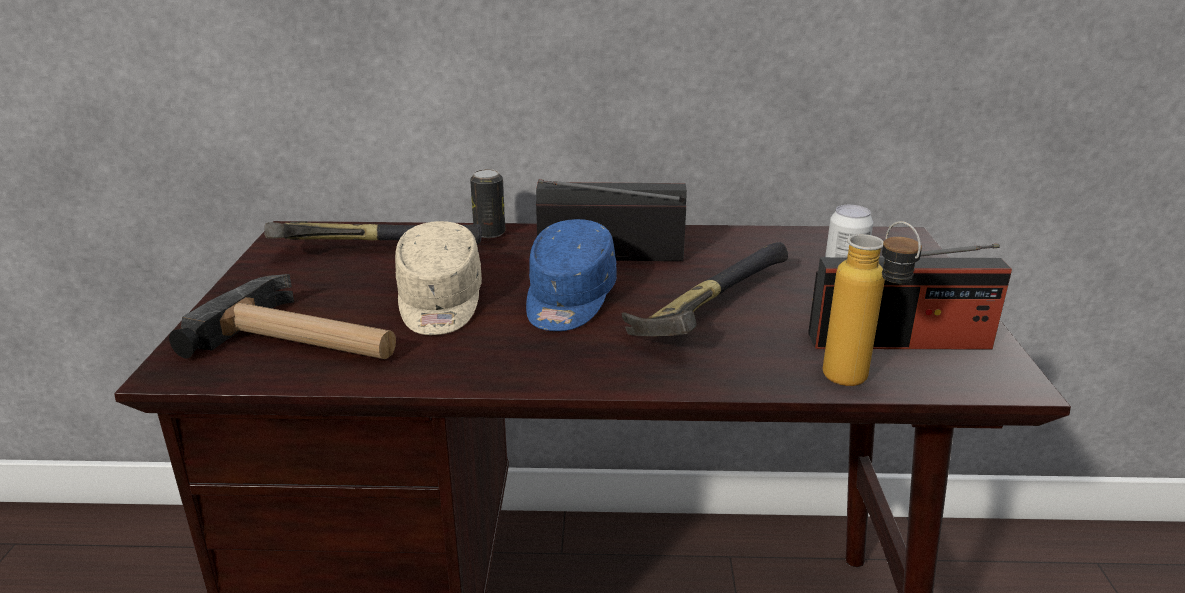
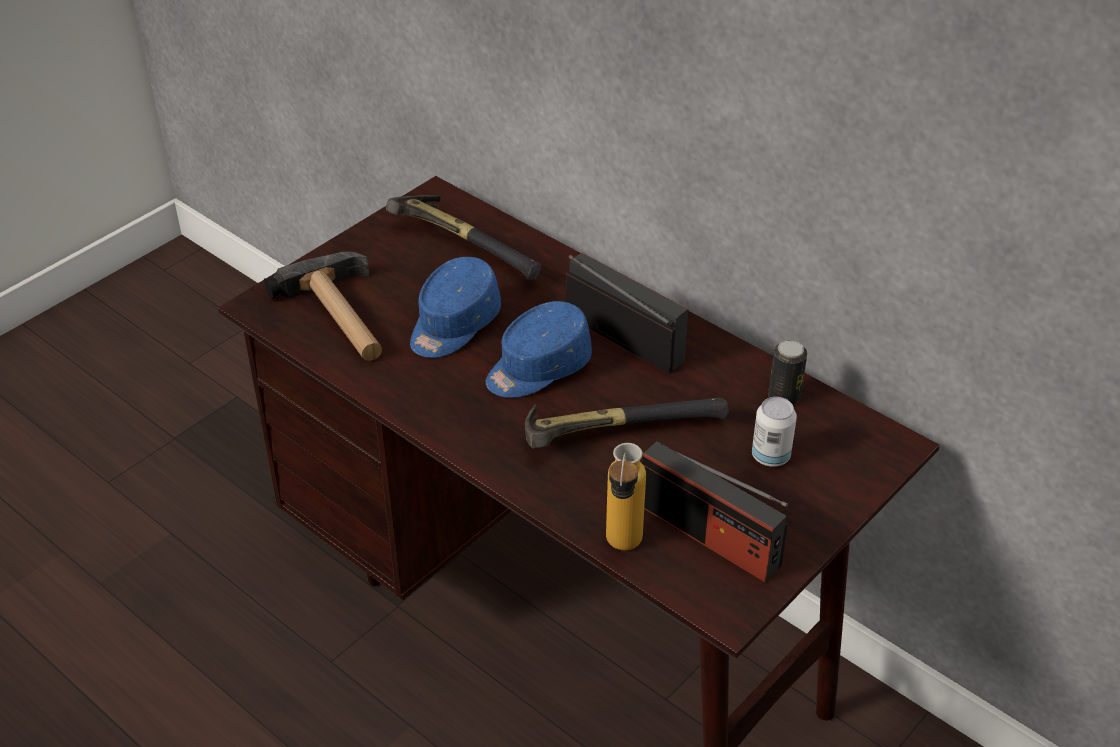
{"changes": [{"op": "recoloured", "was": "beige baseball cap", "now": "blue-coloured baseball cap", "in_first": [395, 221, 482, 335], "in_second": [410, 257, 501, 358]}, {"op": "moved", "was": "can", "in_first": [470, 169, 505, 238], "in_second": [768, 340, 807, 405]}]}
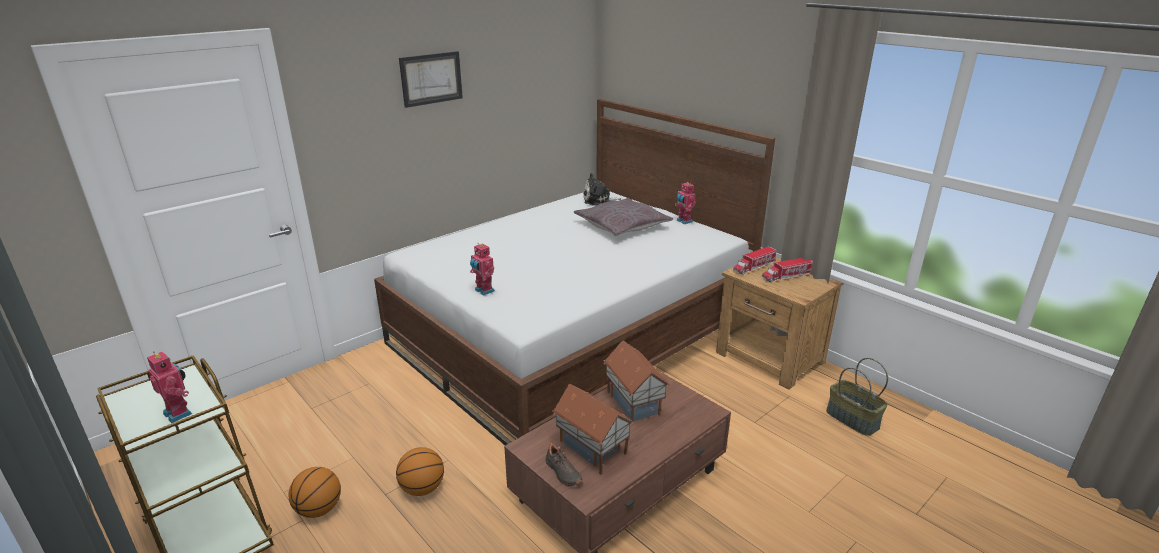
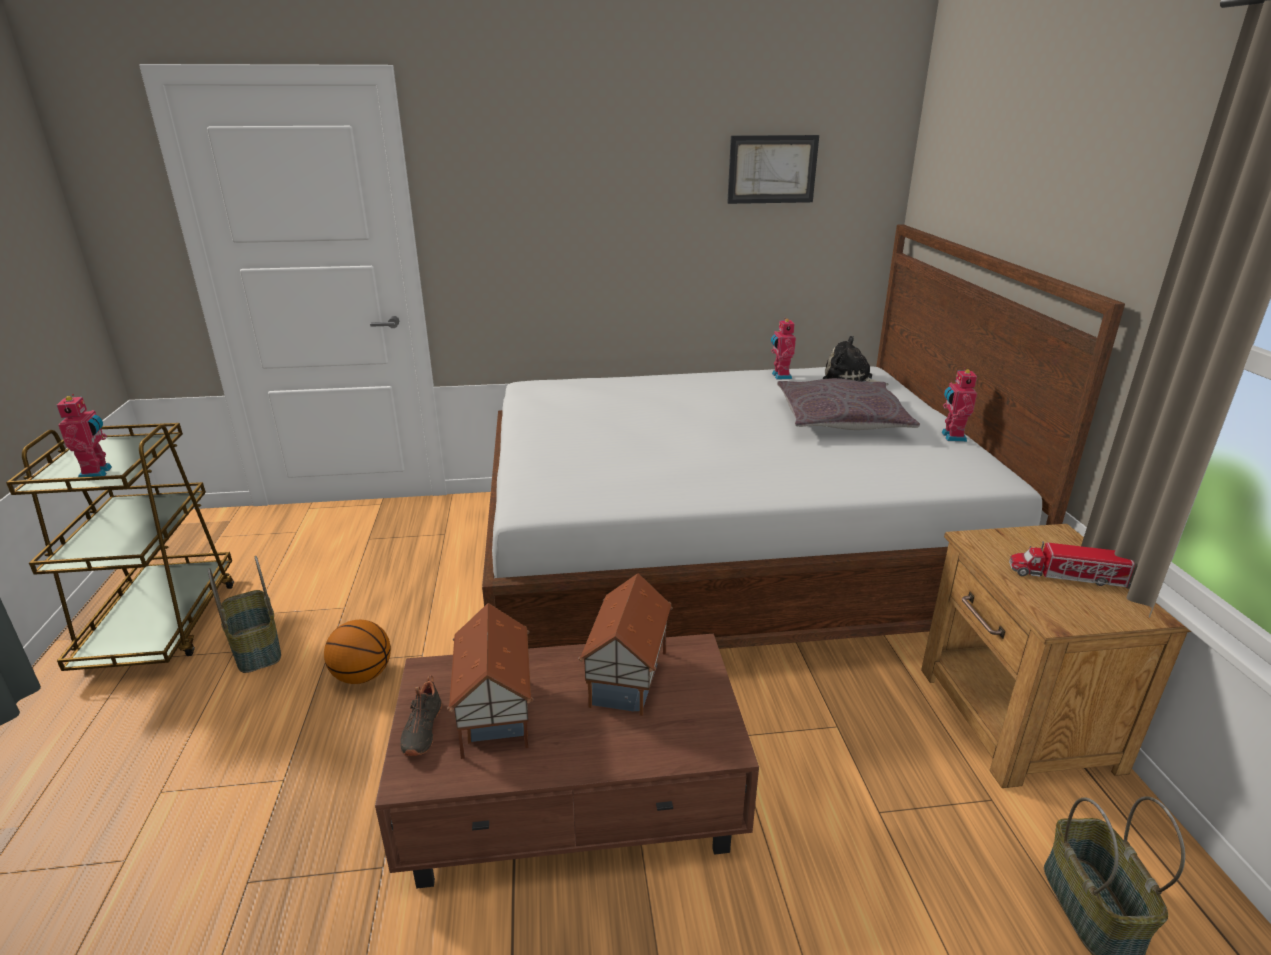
{"changes": [{"op": "replaced", "was": "ball for basketball", "now": "storage basket", "in_first": [289, 467, 341, 518], "in_second": [208, 556, 281, 673]}, {"op": "moved", "was": "wall picture", "in_first": [399, 51, 463, 108], "in_second": [727, 135, 819, 204]}, {"op": "moved", "was": "robot figure", "in_first": [470, 243, 495, 296], "in_second": [771, 319, 796, 380]}, {"op": "removed", "was": "toy truck", "in_first": [733, 246, 777, 275]}]}
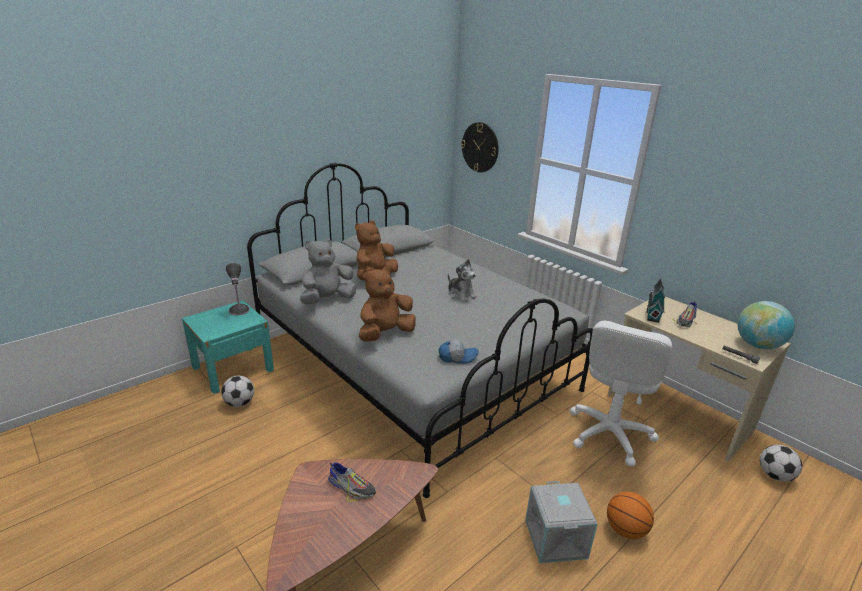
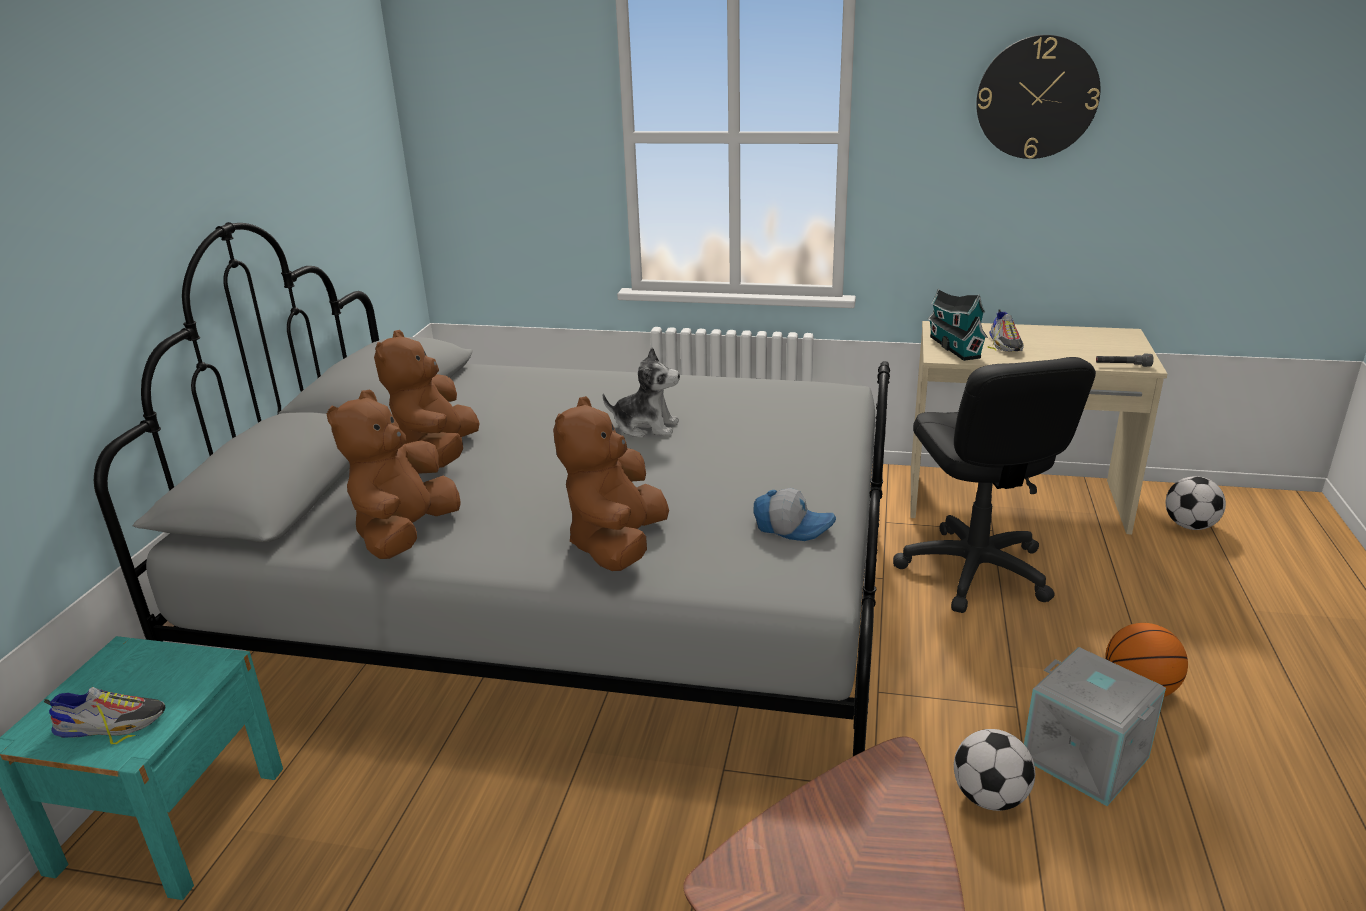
{"changes": [{"op": "moved", "was": "ball for football", "in_first": [221, 376, 254, 407], "in_second": [954, 729, 1035, 811]}, {"op": "removed", "was": "table lamp", "in_first": [226, 263, 250, 315]}, {"op": "recoloured", "was": "gray plush toy", "now": "brownish plush toy", "in_first": [300, 239, 356, 305], "in_second": [327, 390, 461, 559]}, {"op": "moved", "was": "shoe", "in_first": [328, 462, 376, 502], "in_second": [44, 687, 165, 744]}, {"op": "turned", "was": "baseball cap", "in_first": [439, 339, 479, 364], "in_second": [754, 488, 836, 541], "clockwise": 60}, {"op": "moved", "was": "clock on the wall", "in_first": [461, 122, 498, 172], "in_second": [976, 35, 1101, 159]}, {"op": "recoloured", "was": "white-coloured desk chair", "now": "black desk chair", "in_first": [569, 321, 673, 466], "in_second": [893, 357, 1096, 613]}, {"op": "removed", "was": "globe", "in_first": [737, 301, 795, 349]}]}
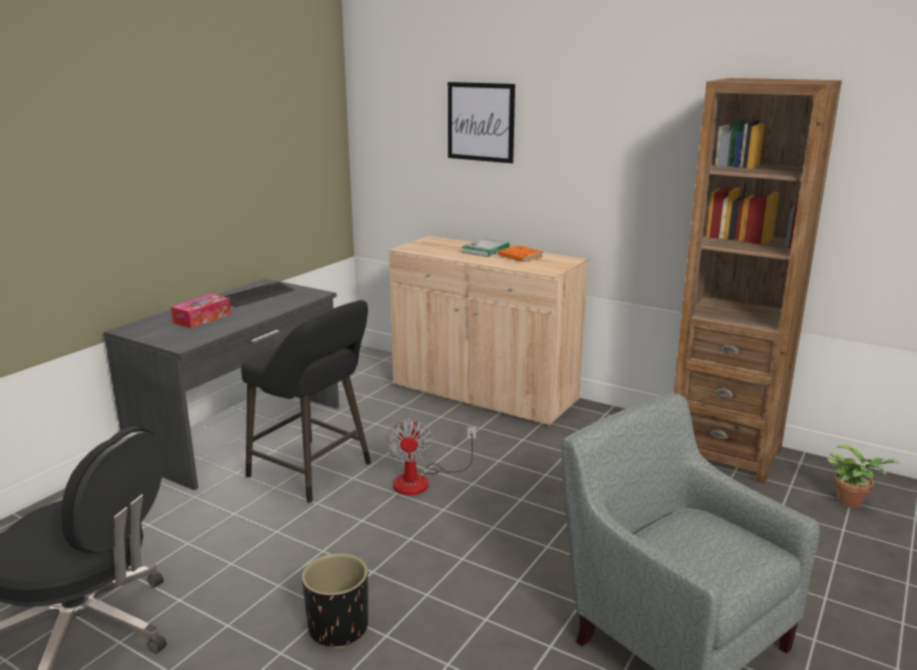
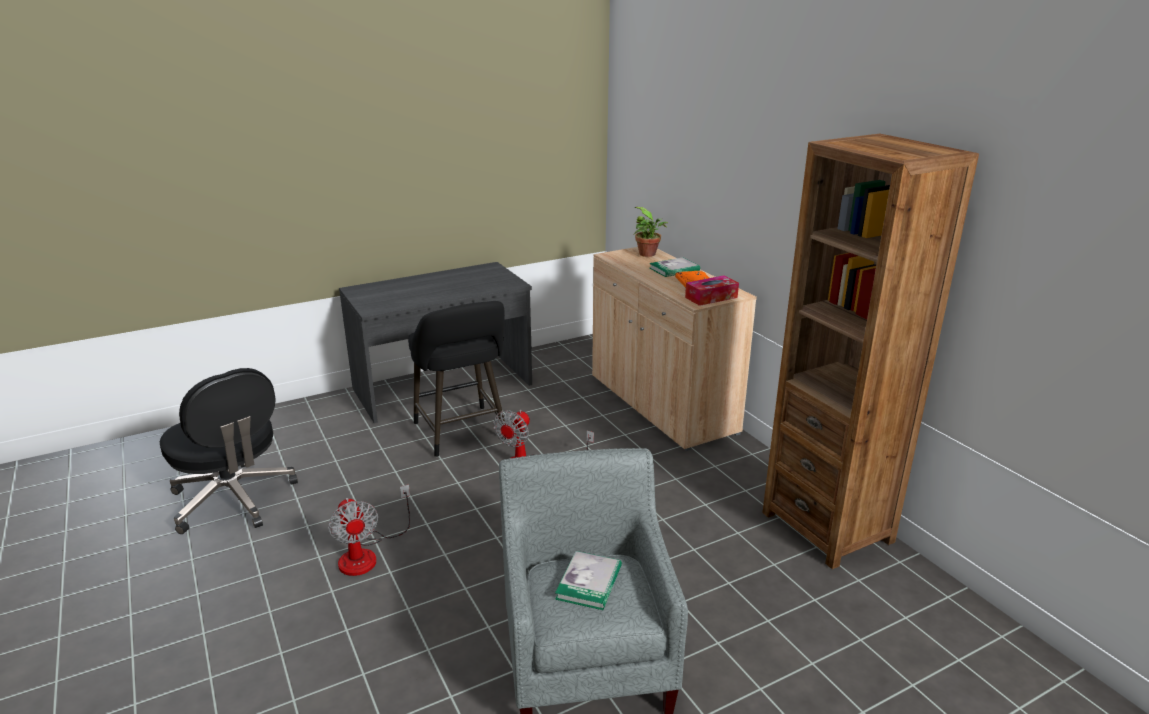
{"changes": [{"op": "moved", "was": "tissue box", "in_first": [171, 294, 231, 329], "in_second": [685, 276, 739, 306]}, {"op": "removed", "was": "computer keyboard", "in_first": [223, 282, 295, 308]}, {"op": "replaced", "was": "black planter", "now": "electric fan", "in_first": [302, 553, 368, 649], "in_second": [328, 485, 410, 576]}, {"op": "removed", "was": "wall picture", "in_first": [448, 82, 515, 163]}, {"op": "moved", "was": "houseplant", "in_first": [827, 444, 900, 508], "in_second": [634, 207, 668, 257]}, {"op": "added", "now": "bound book", "in_second": [555, 551, 622, 610]}]}
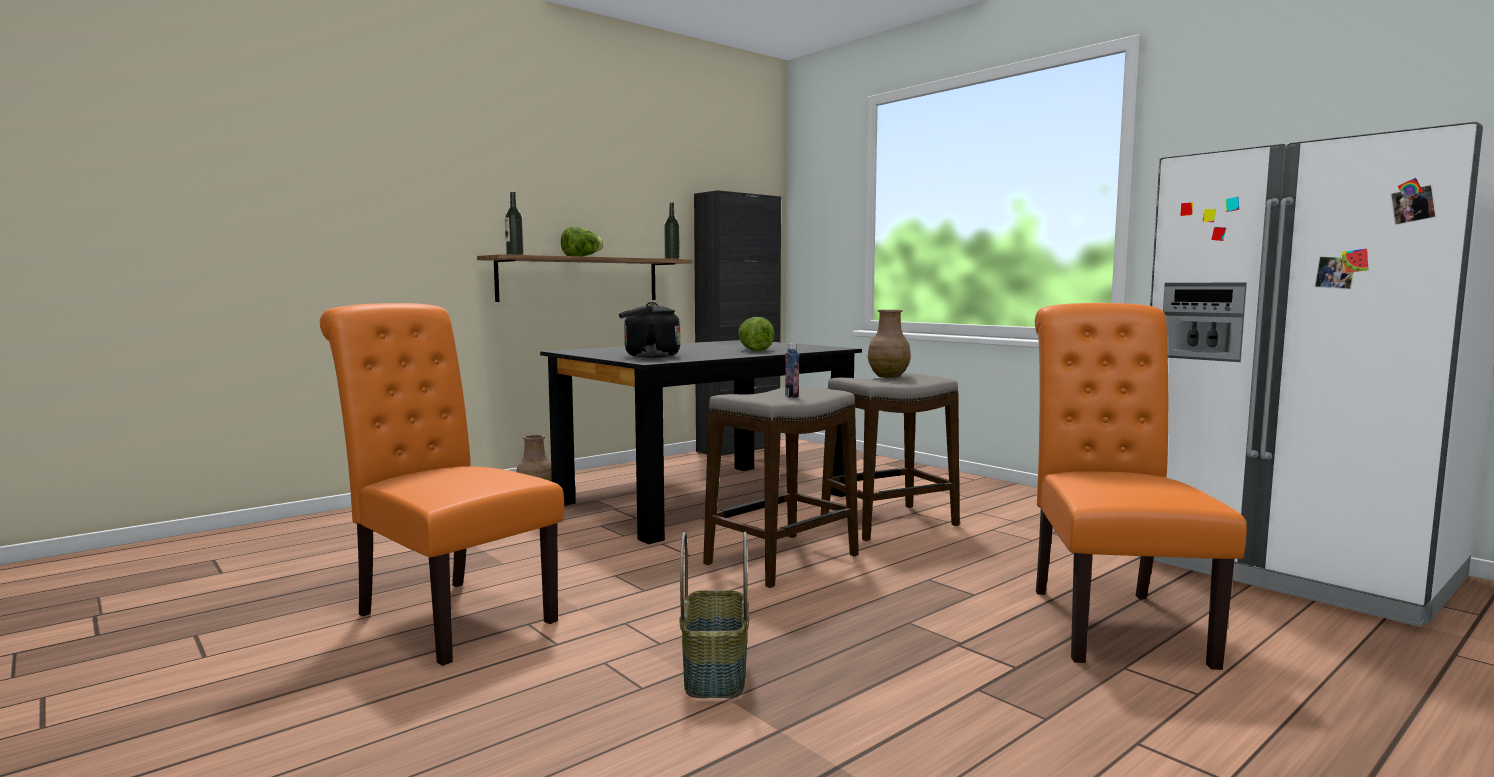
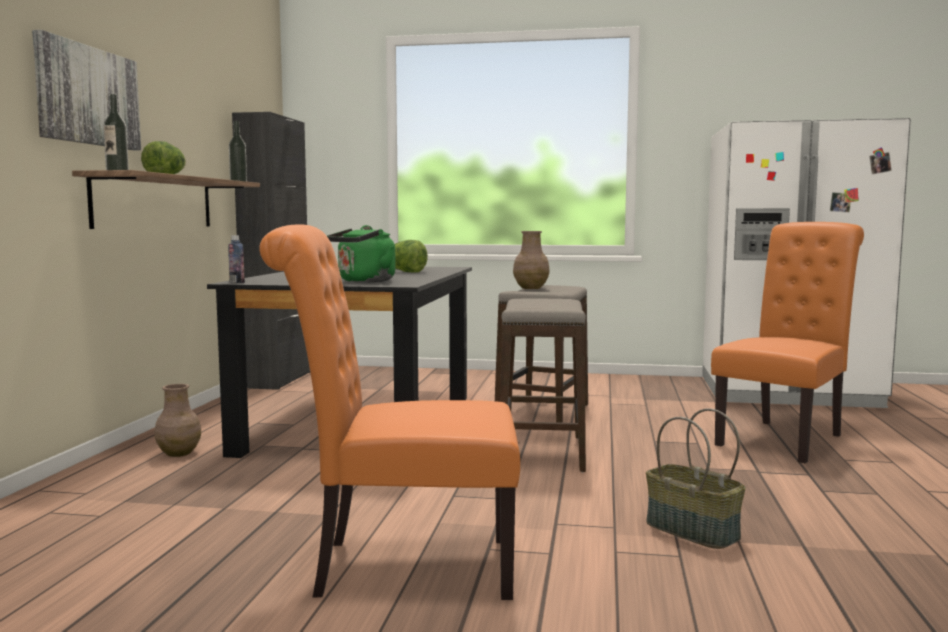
{"changes": [{"op": "recoloured", "was": "black tea kettle", "now": "green-coloured tea kettle", "in_first": [619, 302, 680, 358], "in_second": [327, 225, 396, 282]}, {"op": "moved", "was": "bottle", "in_first": [785, 343, 799, 398], "in_second": [228, 235, 245, 283]}, {"op": "turned", "was": "orangey upright chair", "in_first": [1035, 303, 1247, 670], "in_second": [711, 222, 864, 463], "clockwise": 75}, {"op": "added", "now": "wall picture", "in_second": [32, 30, 141, 150]}]}
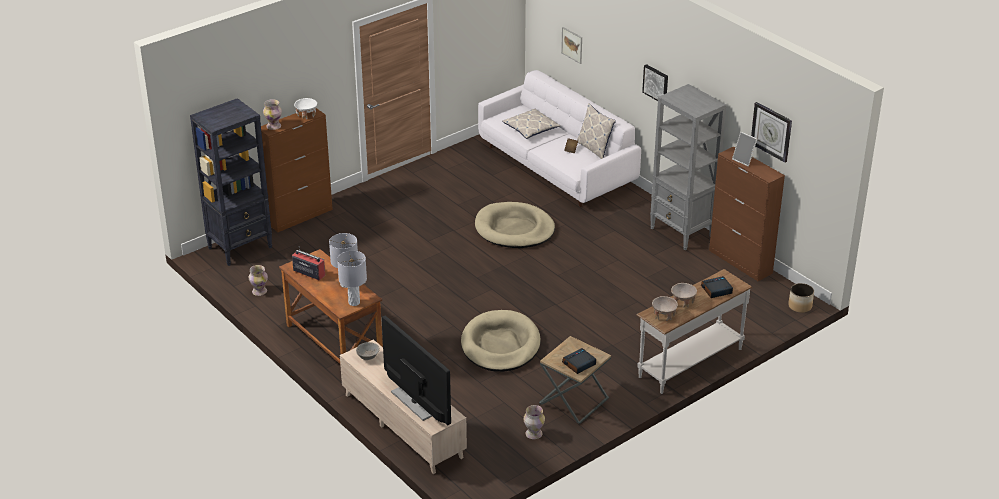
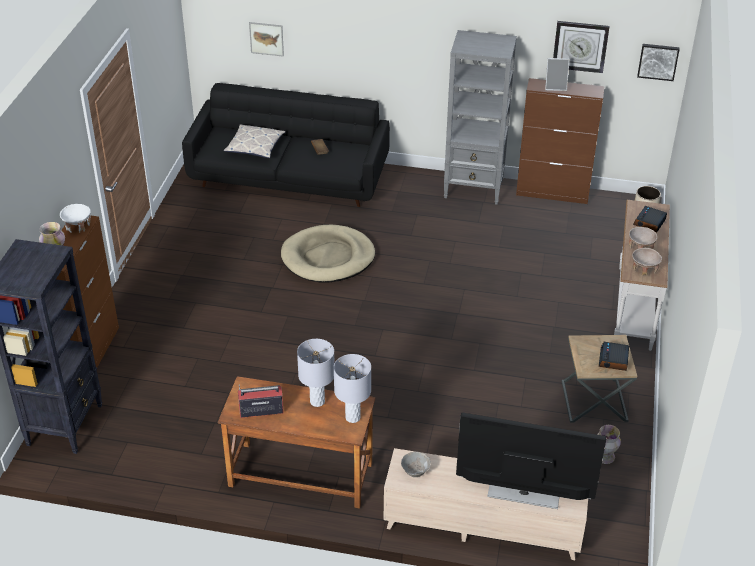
{"changes": [{"op": "removed", "was": "vase", "in_first": [249, 265, 268, 296]}, {"op": "removed", "was": "beige pet bed", "in_first": [461, 310, 541, 372]}, {"op": "recoloured", "was": "white-coloured sofa", "now": "black sofa", "in_first": [478, 70, 641, 207], "in_second": [182, 83, 390, 207]}, {"op": "removed", "was": "throw pillow", "in_first": [577, 103, 616, 159]}, {"op": "moved", "was": "wall picture", "in_first": [642, 64, 668, 101], "in_second": [637, 44, 680, 81]}]}
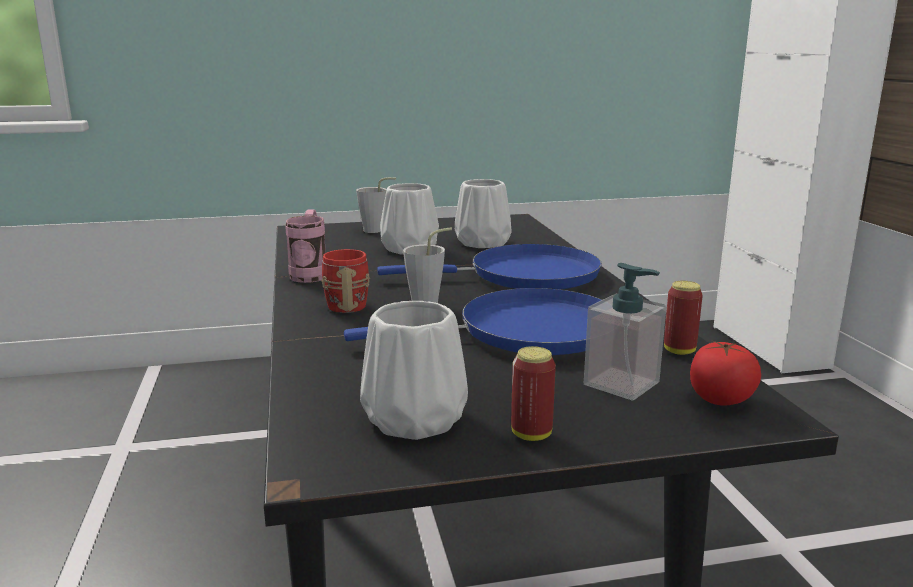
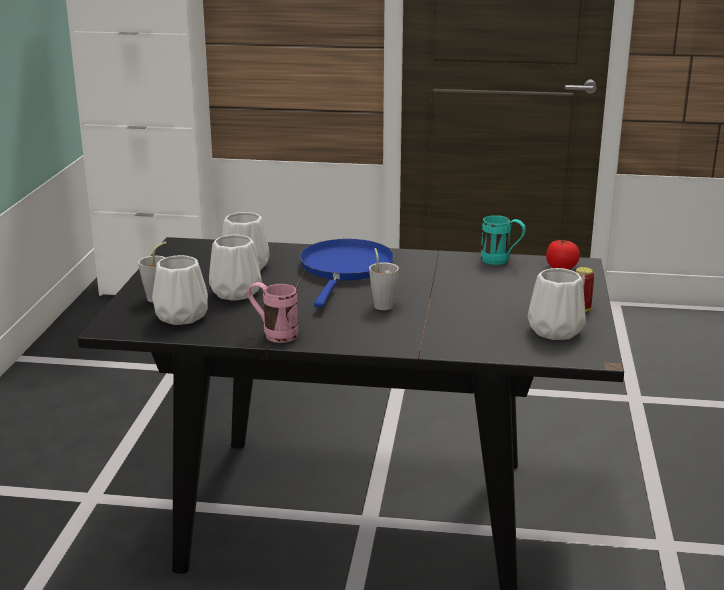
{"changes": [{"op": "removed", "was": "reddish coffee mug", "in_first": [321, 249, 370, 313]}, {"op": "removed", "was": "blue-coloured skillet", "in_first": [344, 288, 602, 355]}, {"op": "removed", "was": "liquid soap bottle", "in_first": [584, 263, 667, 401]}, {"op": "replaced", "was": "can", "now": "turquoise-coloured coffee mug", "in_first": [664, 281, 703, 355], "in_second": [481, 215, 526, 265]}, {"op": "added", "now": "white-coloured vase", "in_second": [152, 255, 208, 325]}]}
